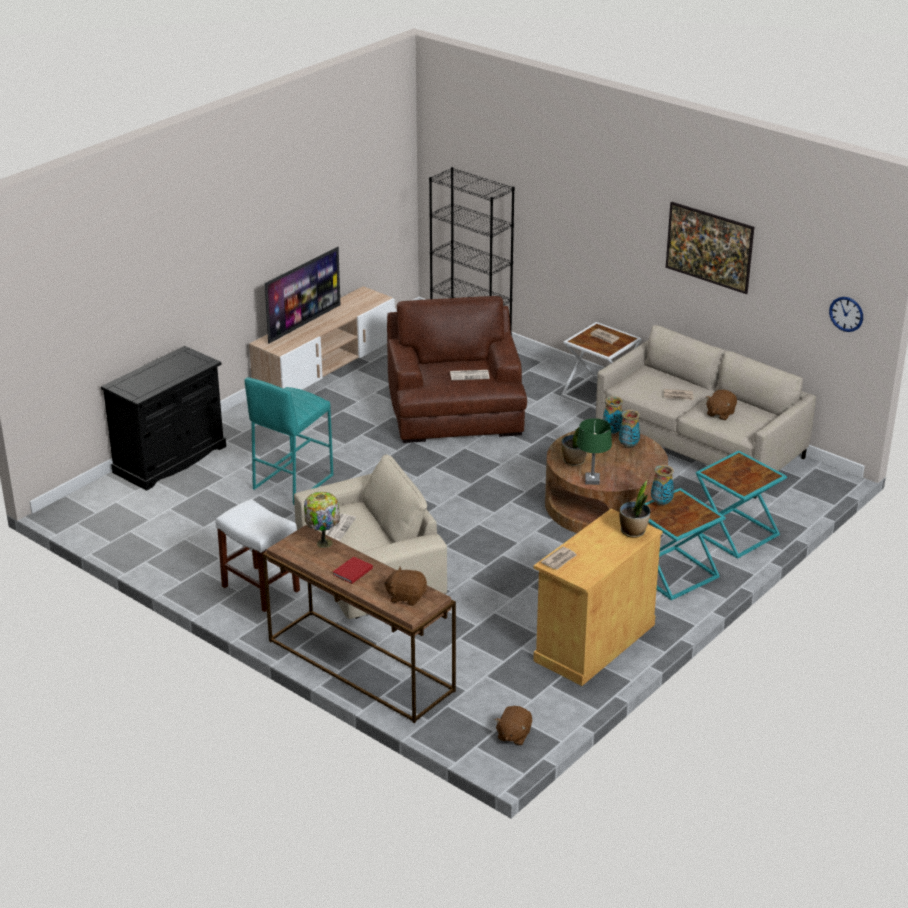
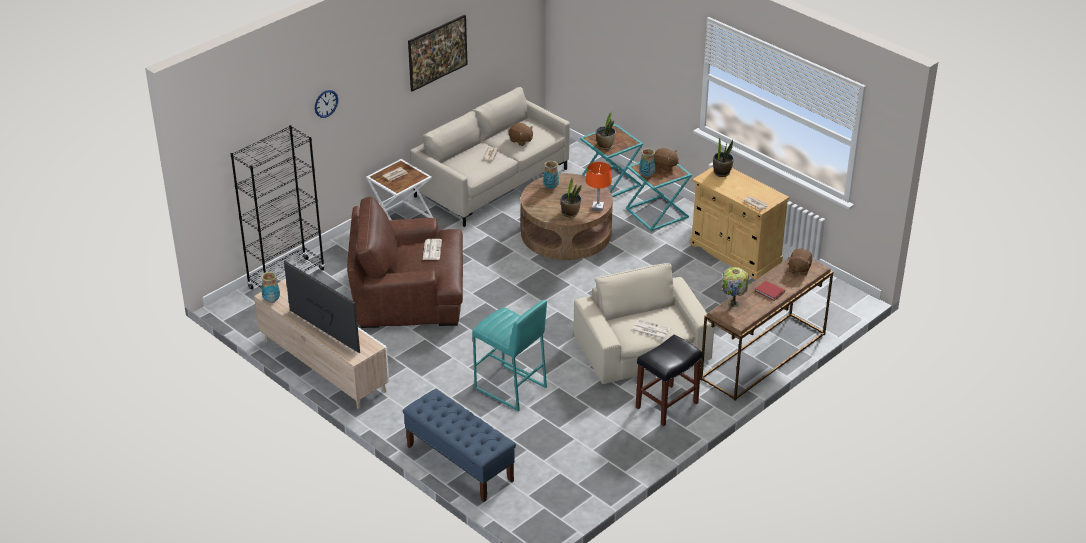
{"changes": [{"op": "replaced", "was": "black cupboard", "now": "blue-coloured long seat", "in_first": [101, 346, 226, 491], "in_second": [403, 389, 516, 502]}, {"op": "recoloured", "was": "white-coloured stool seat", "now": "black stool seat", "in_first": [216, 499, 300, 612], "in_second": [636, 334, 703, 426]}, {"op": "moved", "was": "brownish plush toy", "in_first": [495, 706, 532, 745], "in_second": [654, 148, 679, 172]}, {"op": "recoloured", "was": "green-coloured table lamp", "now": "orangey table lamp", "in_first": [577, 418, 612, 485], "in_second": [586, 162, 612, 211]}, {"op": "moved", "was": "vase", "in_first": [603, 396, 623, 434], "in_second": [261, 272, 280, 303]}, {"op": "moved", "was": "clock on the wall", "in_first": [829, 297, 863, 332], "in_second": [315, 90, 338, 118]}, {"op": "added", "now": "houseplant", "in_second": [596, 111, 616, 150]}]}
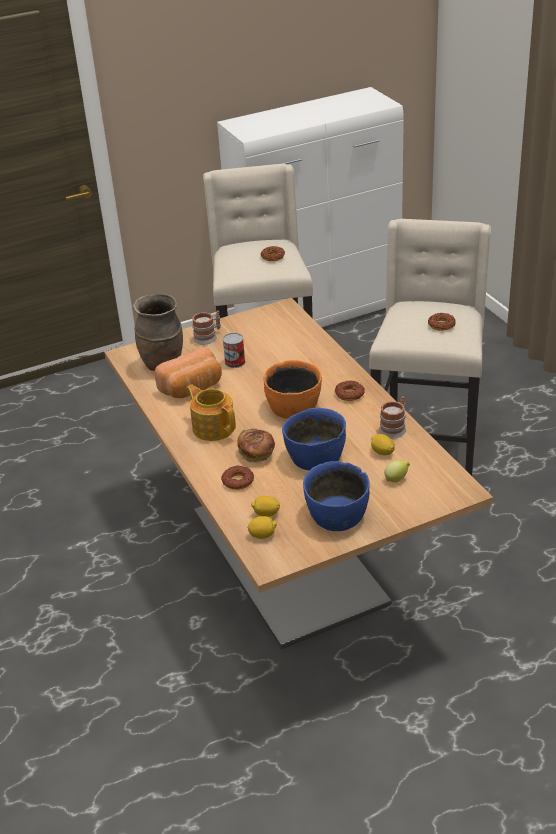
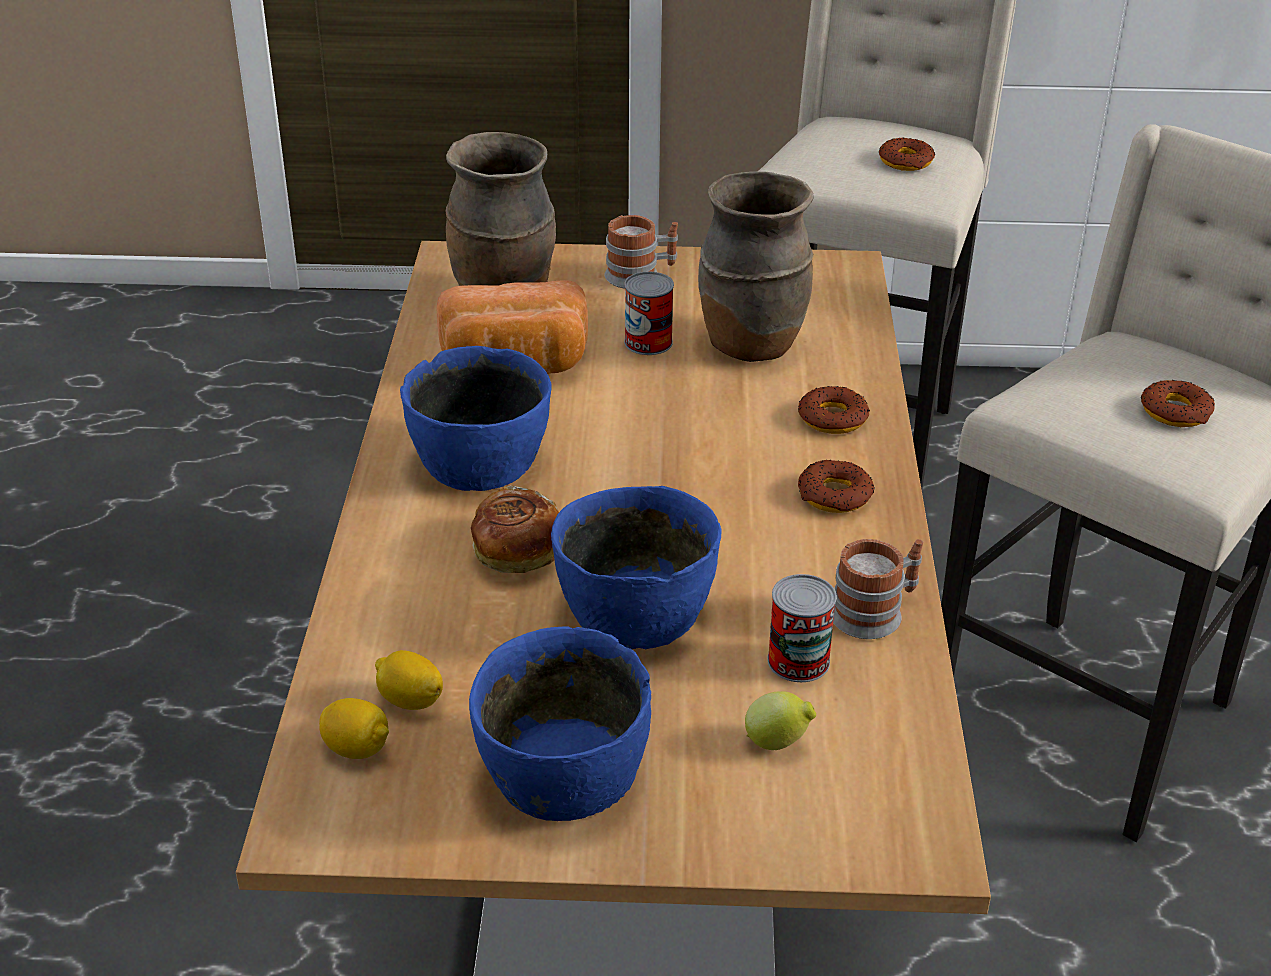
{"changes": [{"op": "replaced", "was": "teapot", "now": "blue-coloured serving bowl", "in_first": [187, 384, 236, 441], "in_second": [400, 346, 551, 491]}, {"op": "moved", "was": "doughnut", "in_first": [221, 466, 254, 490], "in_second": [798, 386, 870, 434]}, {"op": "removed", "was": "orangey serving bowl", "in_first": [263, 360, 322, 419]}, {"op": "replaced", "was": "lemon", "now": "can", "in_first": [371, 434, 395, 455], "in_second": [767, 574, 837, 682]}, {"op": "added", "now": "brownish vase", "in_second": [698, 171, 814, 362]}]}
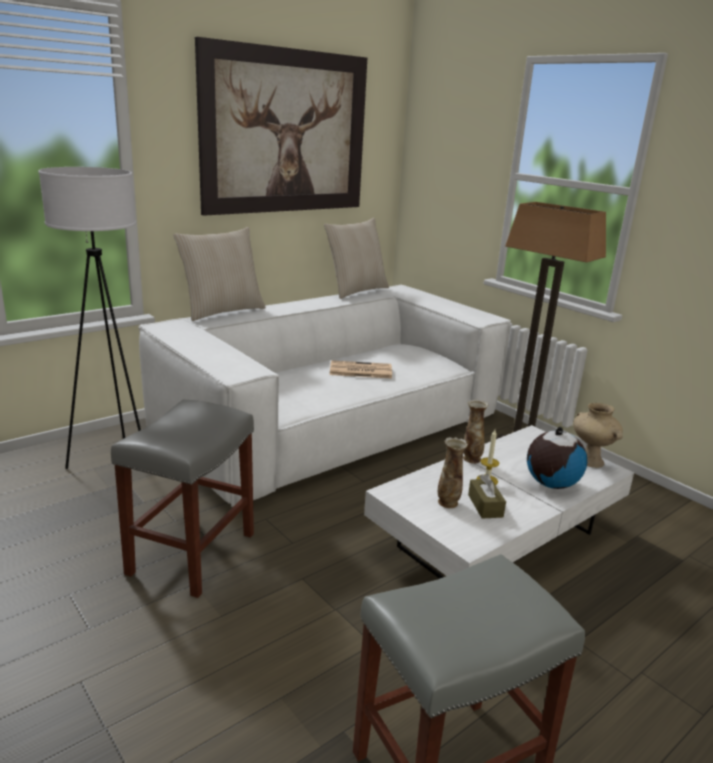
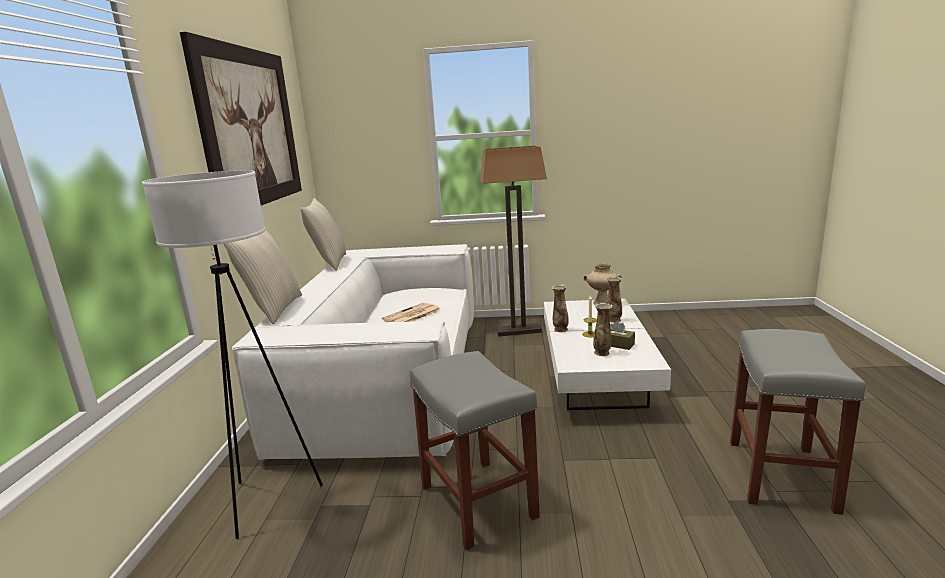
{"changes": [{"op": "replaced", "was": "globe", "now": "vase", "in_first": [527, 427, 587, 489], "in_second": [607, 276, 622, 323]}]}
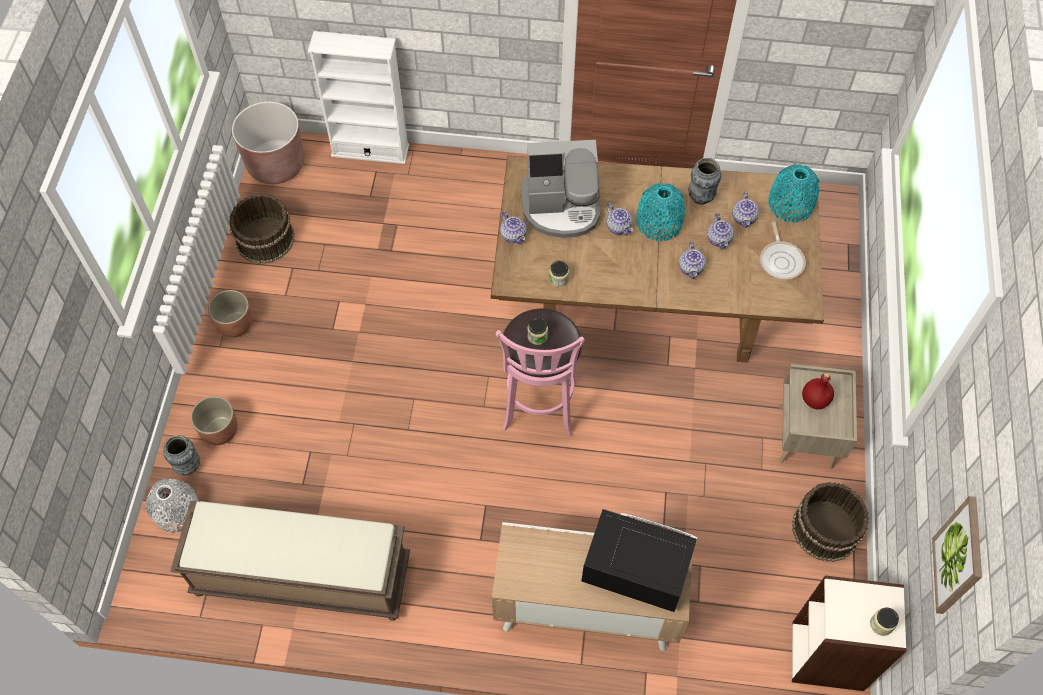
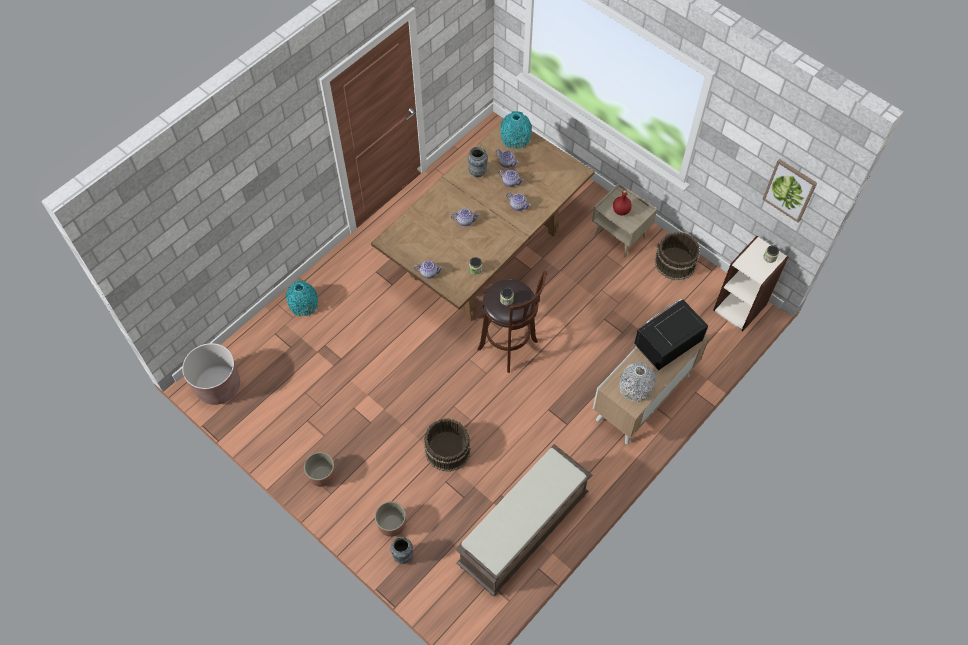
{"changes": [{"op": "moved", "was": "gray vase", "in_first": [145, 478, 199, 533], "in_second": [620, 362, 656, 402]}, {"op": "moved", "was": "brownish pail", "in_first": [229, 194, 295, 264], "in_second": [424, 418, 471, 472]}, {"op": "removed", "was": "white-coloured shelving unit", "in_first": [308, 31, 409, 164]}, {"op": "recoloured", "was": "pink-coloured stool seat", "now": "brownish stool seat", "in_first": [495, 309, 585, 436], "in_second": [477, 271, 547, 373]}, {"op": "removed", "was": "coffee maker", "in_first": [521, 140, 600, 238]}, {"op": "moved", "was": "turquoise-coloured vase", "in_first": [636, 183, 685, 241], "in_second": [286, 280, 318, 316]}, {"op": "removed", "was": "skillet", "in_first": [760, 221, 806, 280]}]}
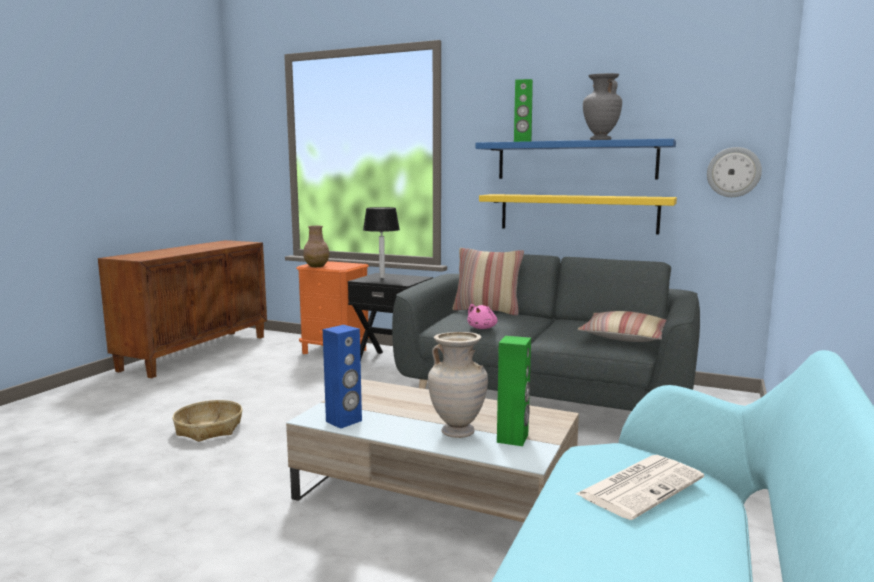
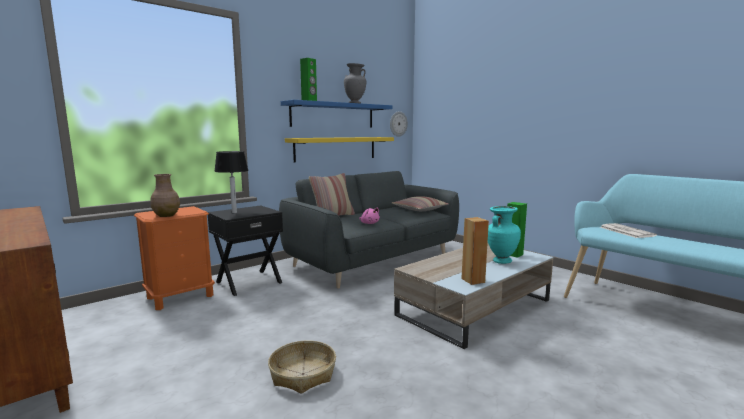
{"changes": [{"op": "recoloured", "was": "blue-coloured speaker", "now": "brownish speaker", "in_first": [323, 325, 362, 429], "in_second": [461, 217, 489, 285]}, {"op": "recoloured", "was": "beige vase", "now": "turquoise-coloured vase", "in_first": [428, 332, 488, 438], "in_second": [488, 206, 521, 264]}]}
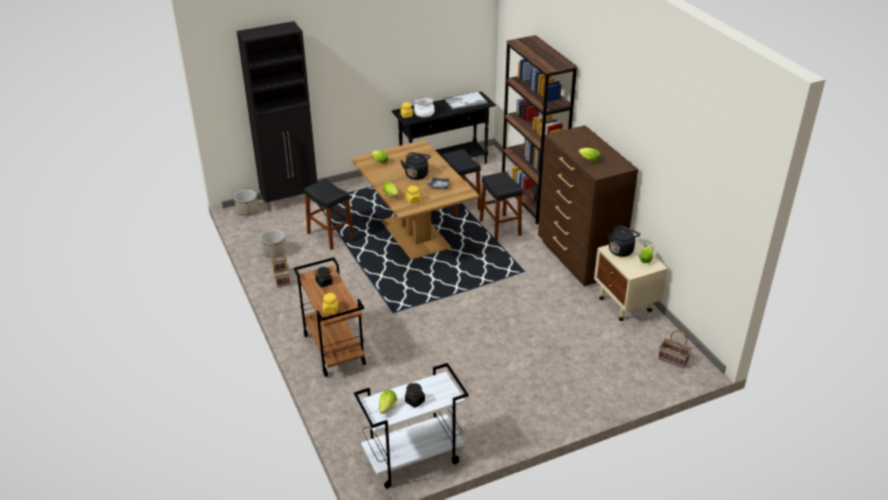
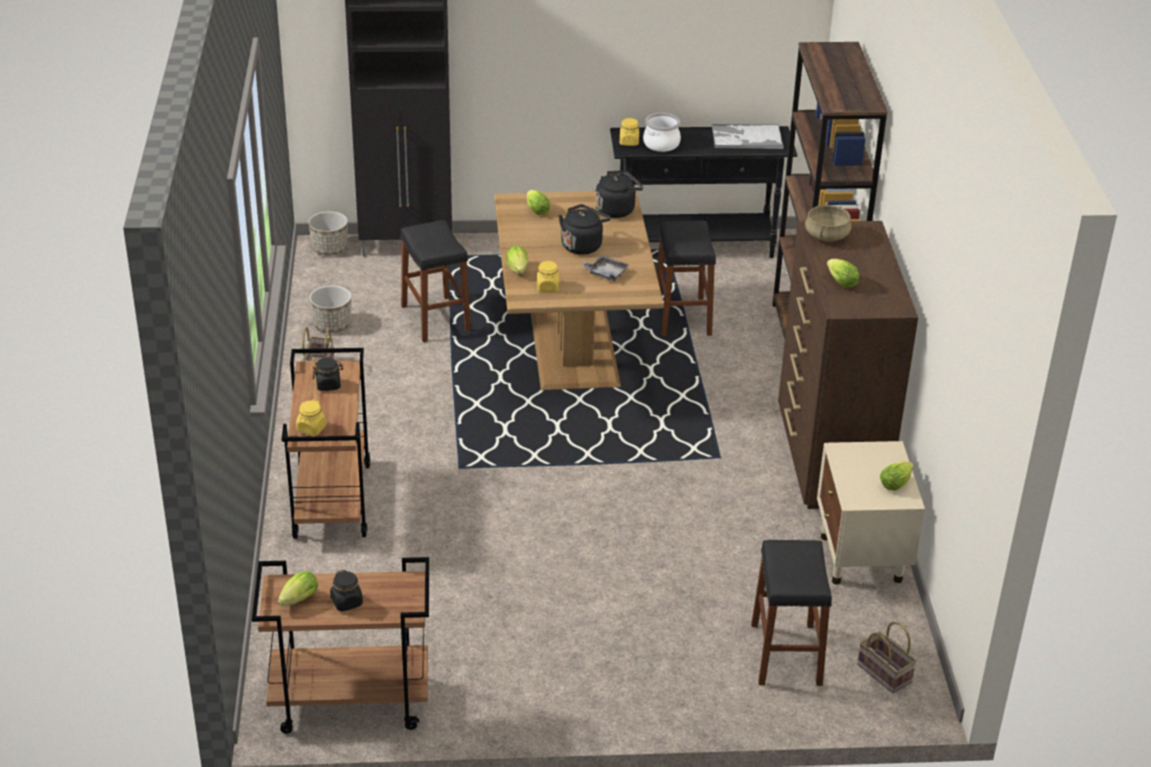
{"changes": [{"op": "recoloured", "was": "white-coloured cart", "now": "brownish cart", "in_first": [354, 363, 469, 488], "in_second": [252, 557, 429, 733]}, {"op": "moved", "was": "black stool seat", "in_first": [480, 172, 523, 241], "in_second": [751, 540, 832, 686]}, {"op": "moved", "was": "black tea kettle", "in_first": [607, 225, 640, 257], "in_second": [595, 170, 643, 218]}, {"op": "added", "now": "beige stockpot", "in_second": [805, 205, 851, 241]}]}
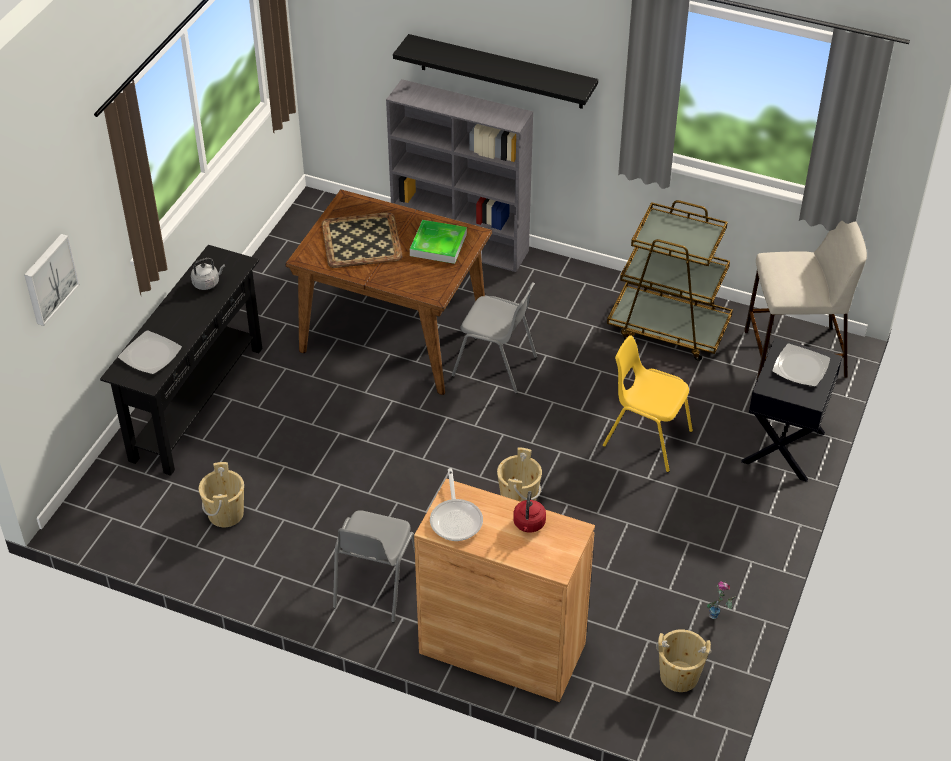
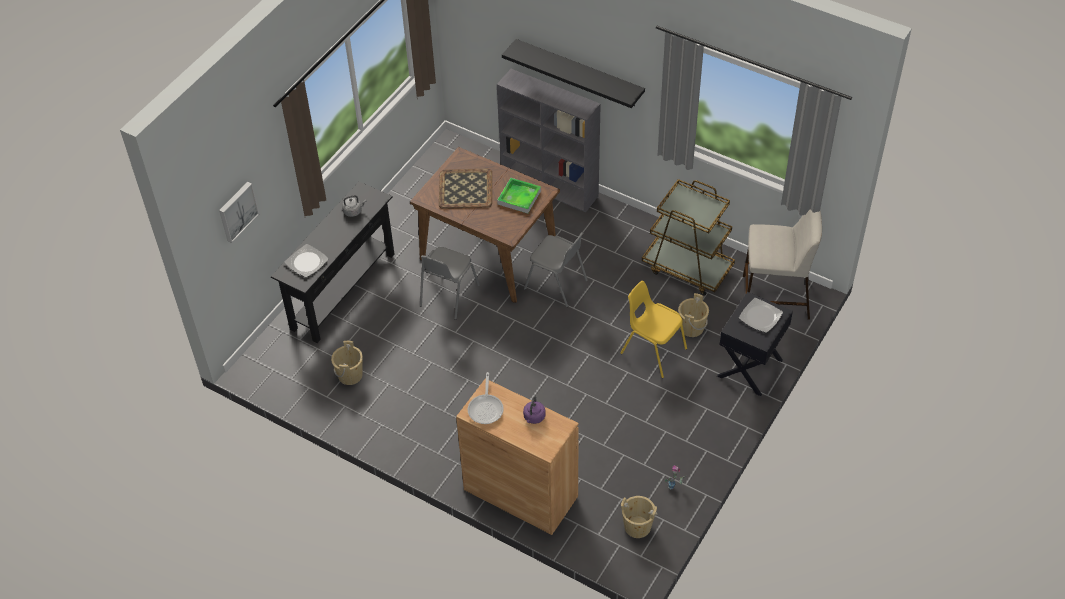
{"changes": [{"op": "moved", "was": "gray upright chair", "in_first": [333, 510, 415, 623], "in_second": [420, 247, 480, 320]}, {"op": "moved", "was": "beige pail", "in_first": [497, 448, 542, 502], "in_second": [678, 293, 709, 337]}, {"op": "recoloured", "was": "reddish tea kettle", "now": "purplish tea kettle", "in_first": [513, 491, 546, 532], "in_second": [523, 396, 546, 424]}]}
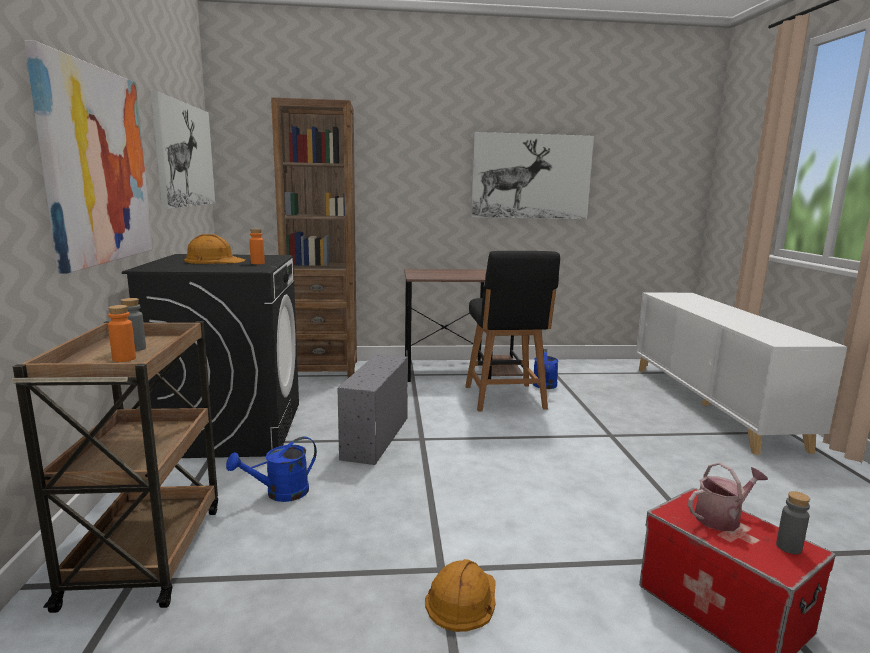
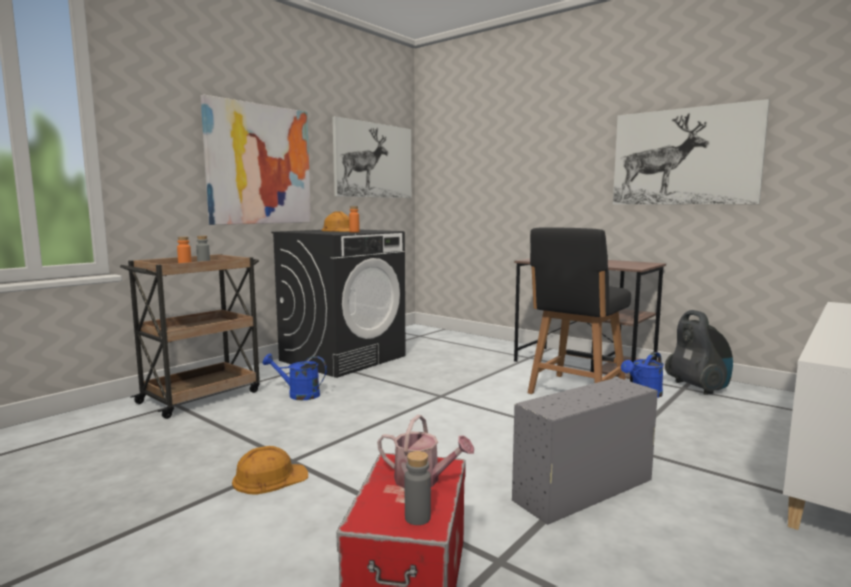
{"changes": [{"op": "removed", "was": "brownish shelving unit", "in_first": [271, 97, 357, 378]}, {"op": "moved", "was": "gray storage box", "in_first": [337, 354, 408, 465], "in_second": [512, 378, 658, 525]}, {"op": "added", "now": "vacuum", "in_second": [665, 310, 733, 395]}]}
